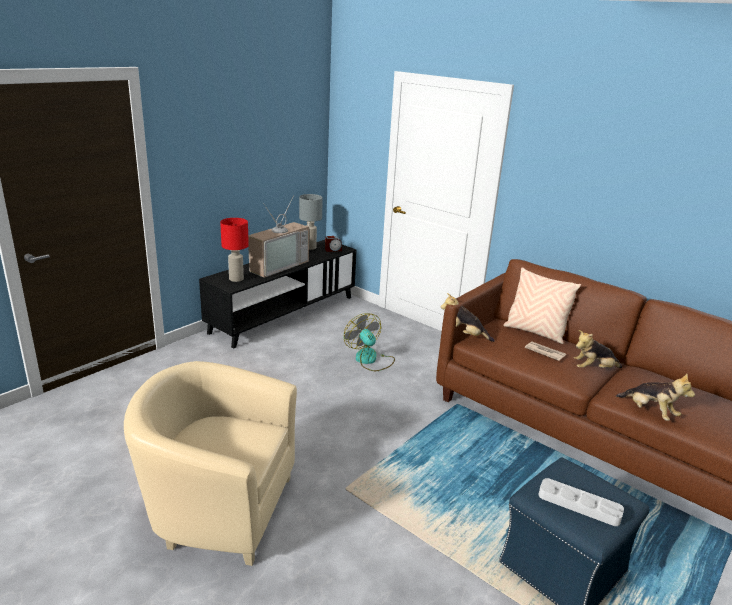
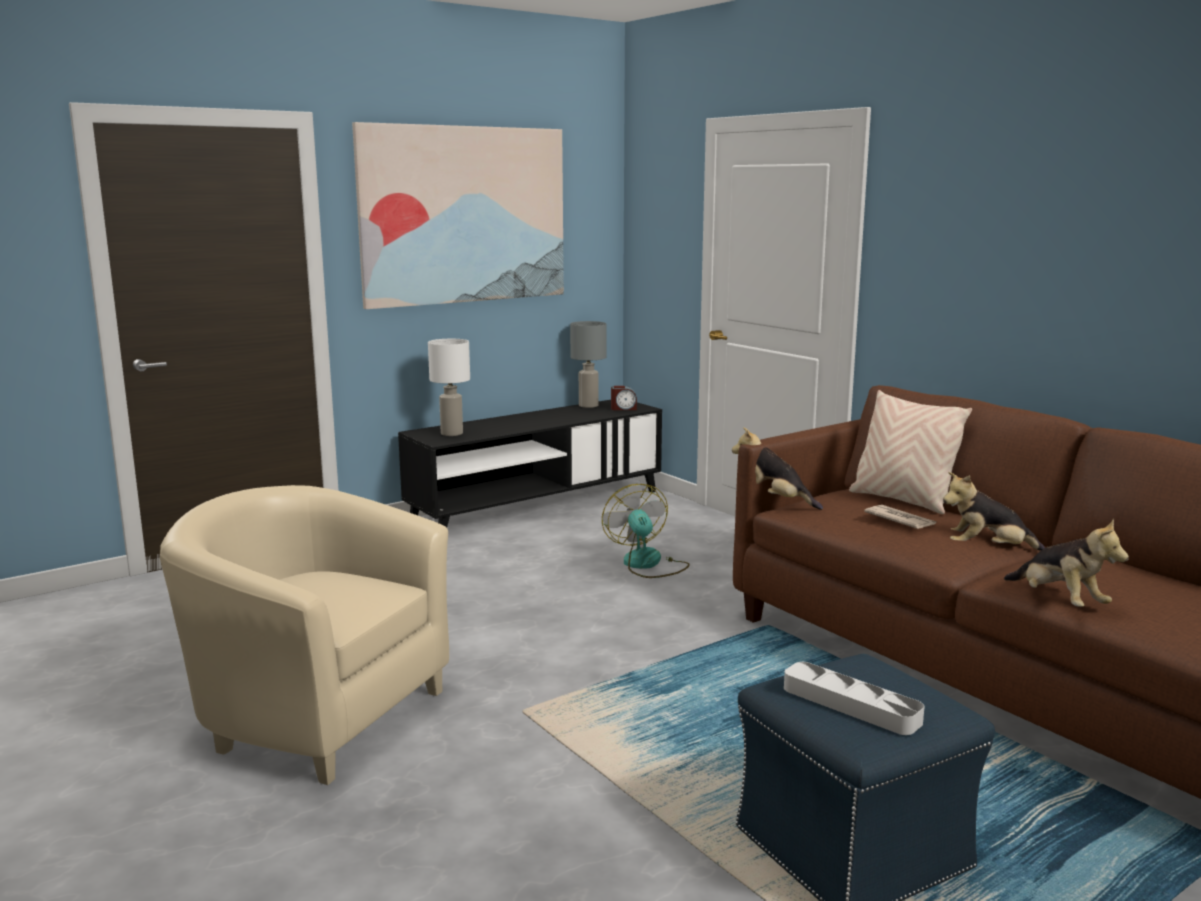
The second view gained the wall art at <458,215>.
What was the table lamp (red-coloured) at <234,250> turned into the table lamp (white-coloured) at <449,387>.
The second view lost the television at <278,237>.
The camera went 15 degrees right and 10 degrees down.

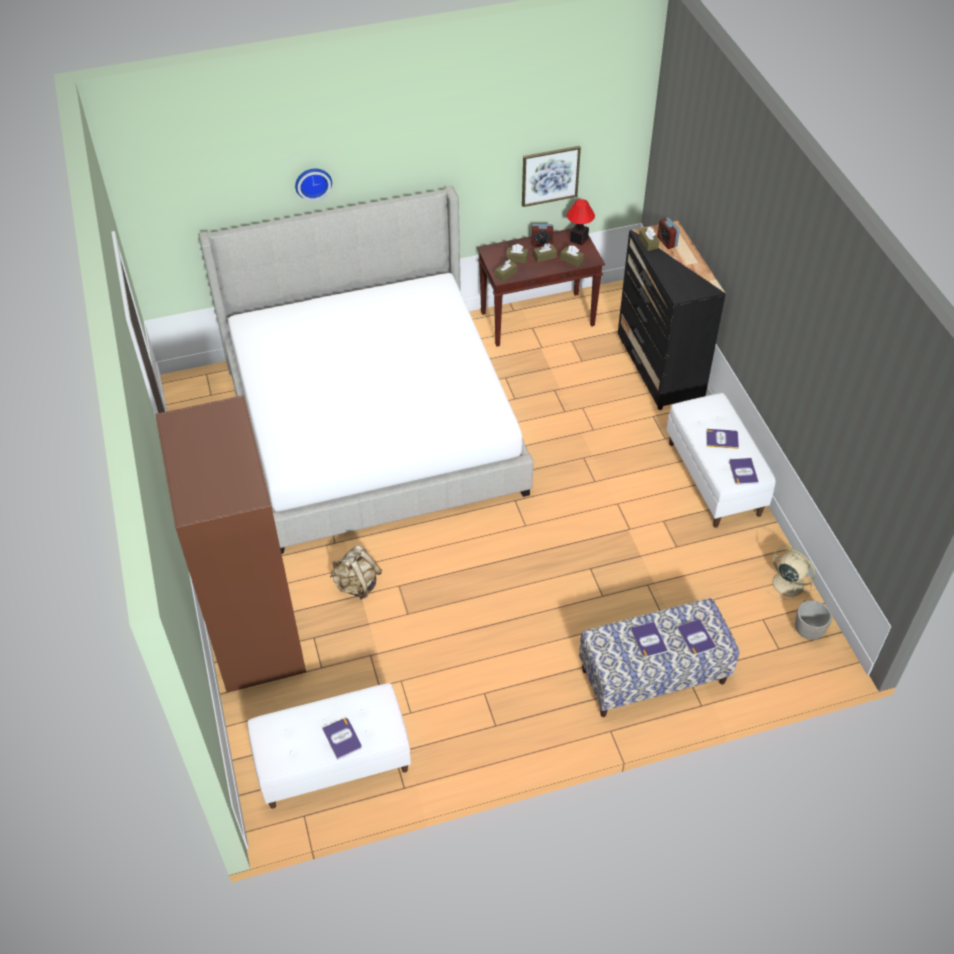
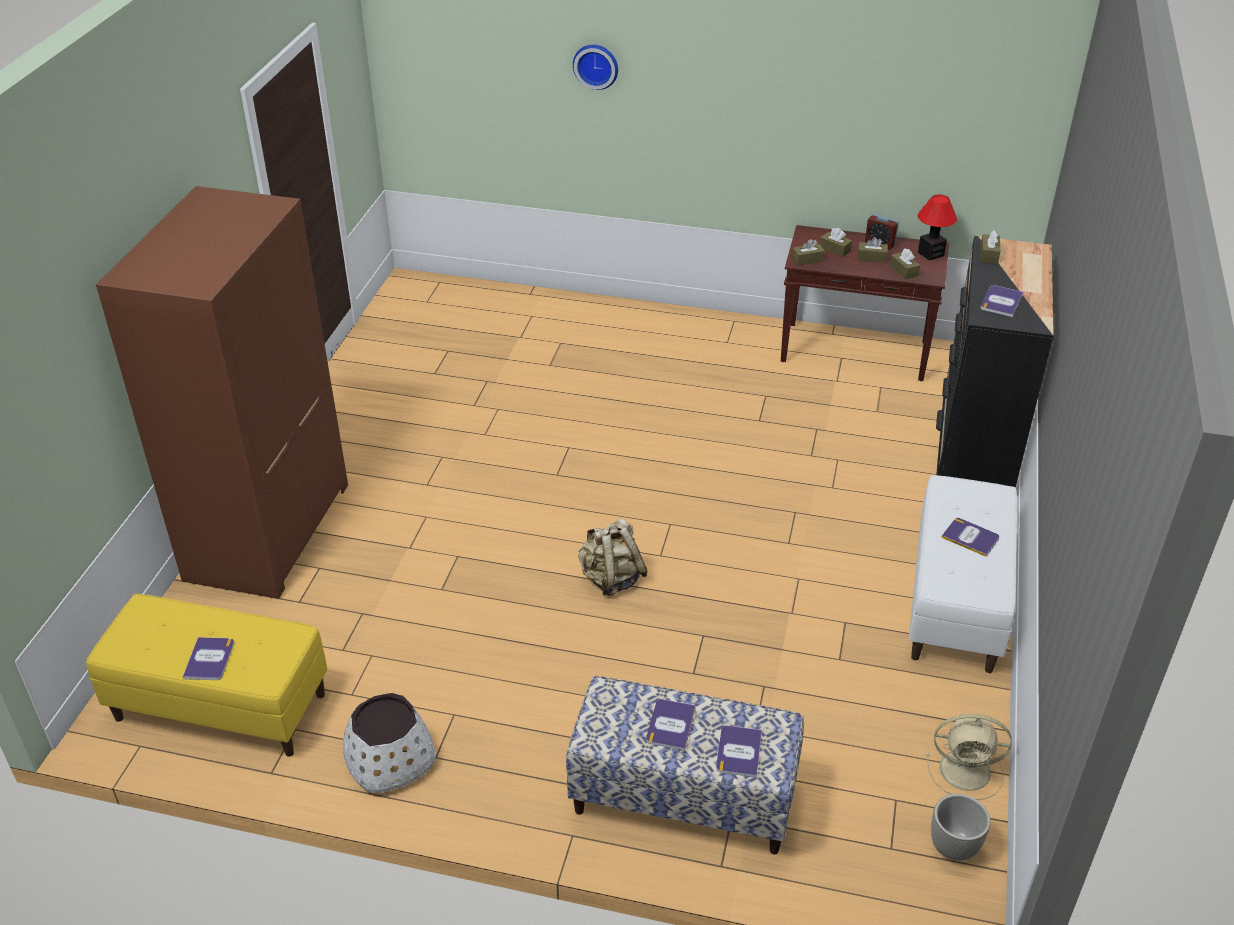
What was the long seat (white-coloured) at <329,746> turned into the long seat (yellow-coloured) at <207,675>.
The second view gained the plant pot (white-coloured) at <389,743>.
The knapsack (sand-coloured) ended up elsewhere, having gone from <356,572> to <613,557>.
The cooling fan (sand-coloured) at <790,574> ended up facing another way, 120 degrees clockwise from before.
The bound book ended up elsewhere, having gone from <744,471> to <1002,301>.
The second view lost the sleeping bed at <366,370>.
The second view lost the wall art at <551,176>.
The second view lost the bedside clock at <668,233>.
The camera went 30 degrees right and 10 degrees down.

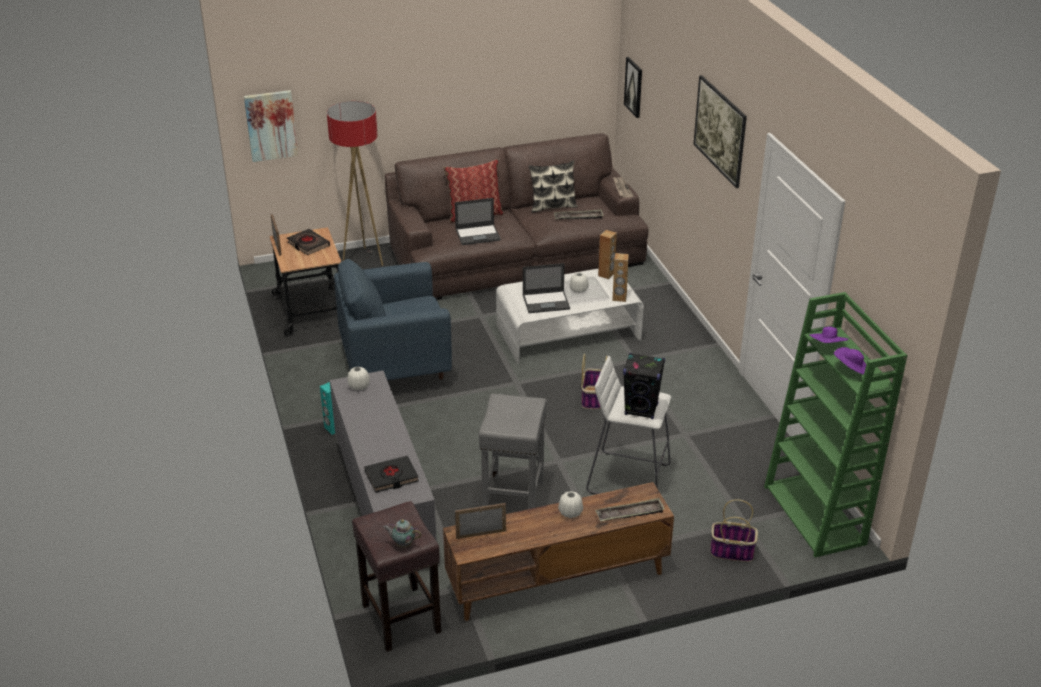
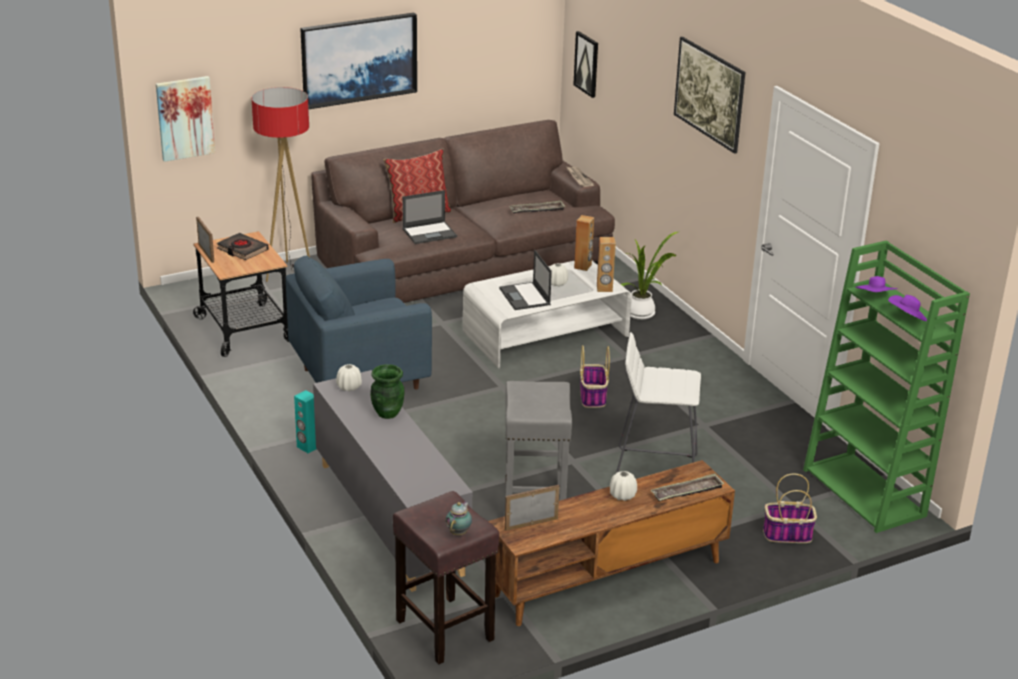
The second view gained the wall art at <358,61>.
The second view gained the vase (greenish) at <387,391>.
The tea pot at <402,534> ended up facing another way, 105 degrees clockwise from before.
The notebook computer at <546,288> ended up facing another way, 90 degrees clockwise from before.
The second view gained the plant in a pot at <651,275>.
The second view lost the bound book (blackish) at <391,474>.
The second view lost the cushion at <553,186>.
The second view lost the speaker (blackish) at <644,386>.
The camera went 10 degrees left and 5 degrees down.

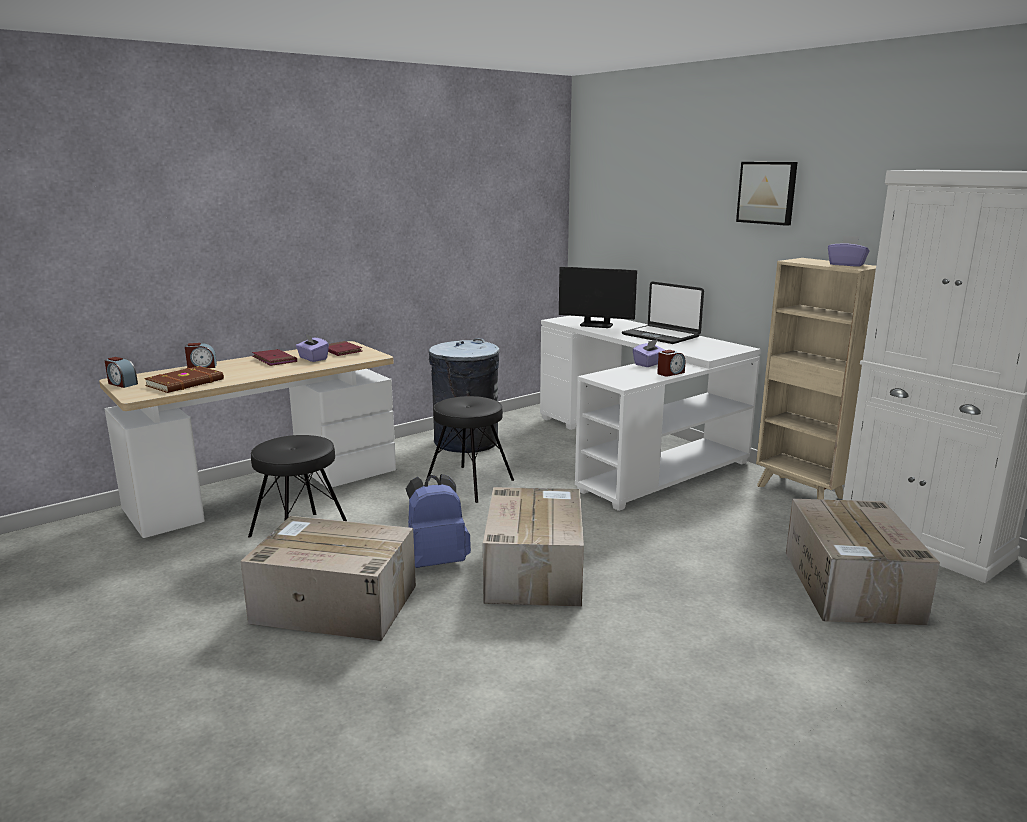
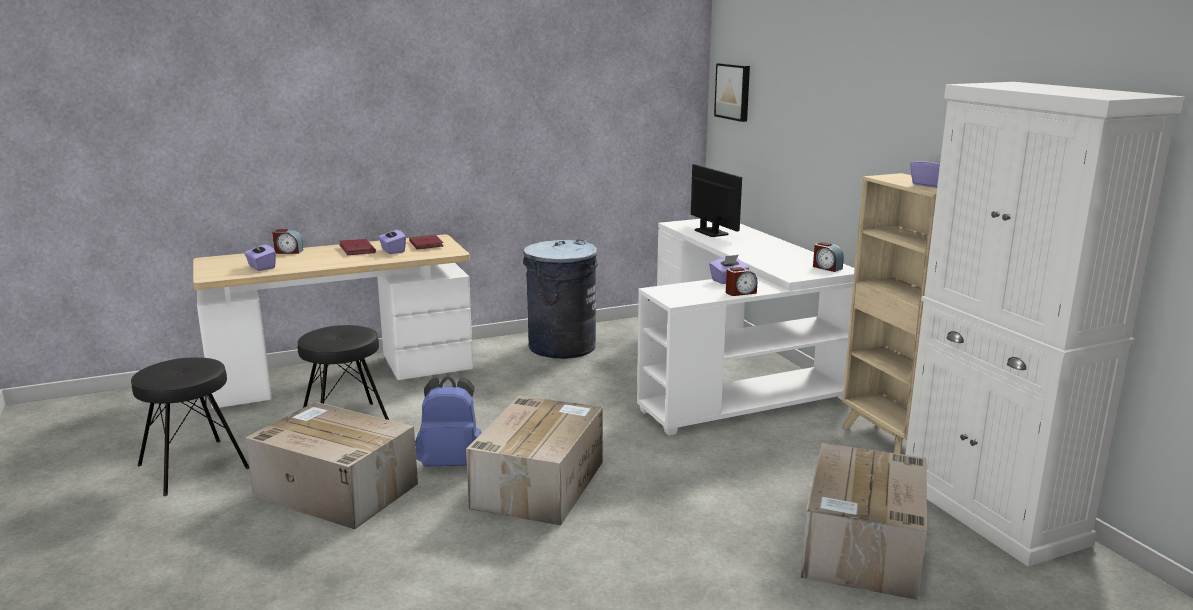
The sitting stool (blackish) ended up elsewhere, having gone from <469,449> to <190,426>.
Where the bound book (brown-coloured) stood at <184,379>, the tissue holder (purple-coloured) came to stand at <260,256>.
The computer screen at <598,297> ended up facing another way, 150 degrees counterclockwise from before.
The wall art ended up elsewhere, having gone from <767,194> to <732,92>.
The bedside clock ended up elsewhere, having gone from <121,372> to <828,257>.
The second view lost the notebook computer at <663,312>.
The camera went 15 degrees right and 0 degrees up.

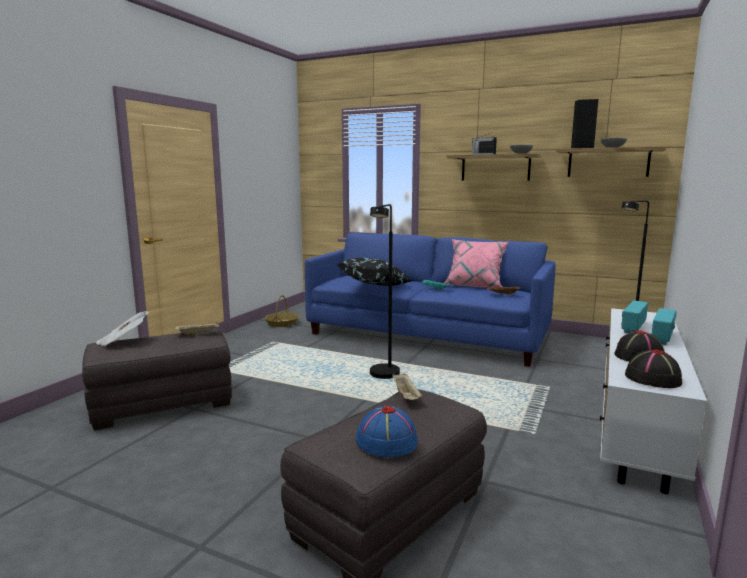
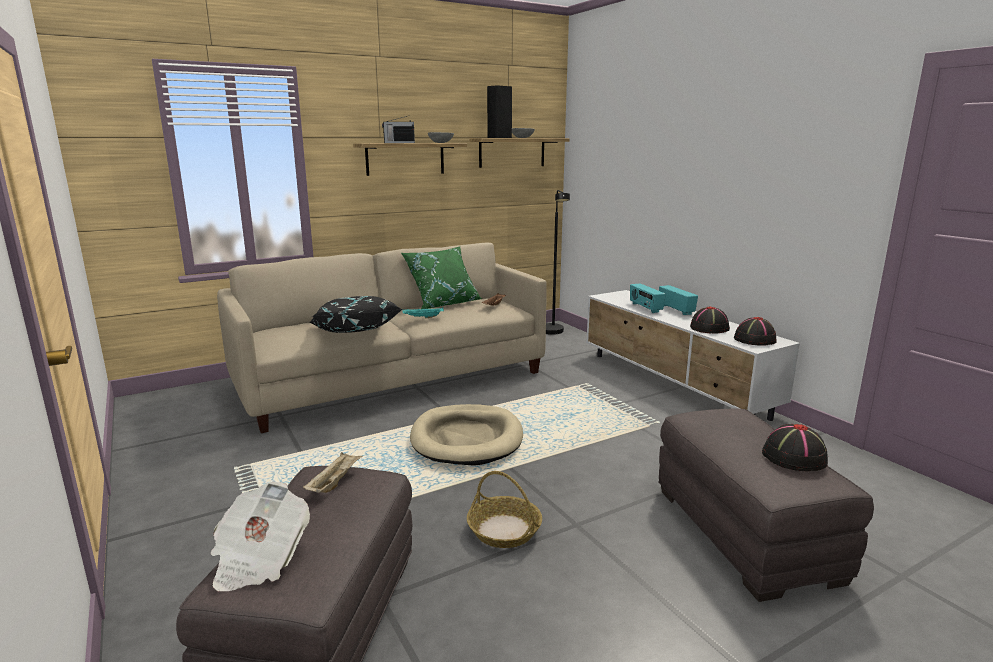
What was the sofa (bluish) at <430,300> turned into the sofa (sand-coloured) at <382,338>.
What was the cushion (pink-coloured) at <476,263> turned into the cushion (greenish) at <441,277>.
Where the standing lamp (blackish) stood at <385,291>, the dog bed (sand-coloured) came to stand at <466,435>.
The household basket ended up elsewhere, having gone from <282,311> to <504,509>.
What was the hat (bluish) at <386,431> turned into the hat (blackish) at <795,447>.
The second view lost the serving tray (sand-coloured) at <407,386>.
The camera went 55 degrees left and 5 degrees up.

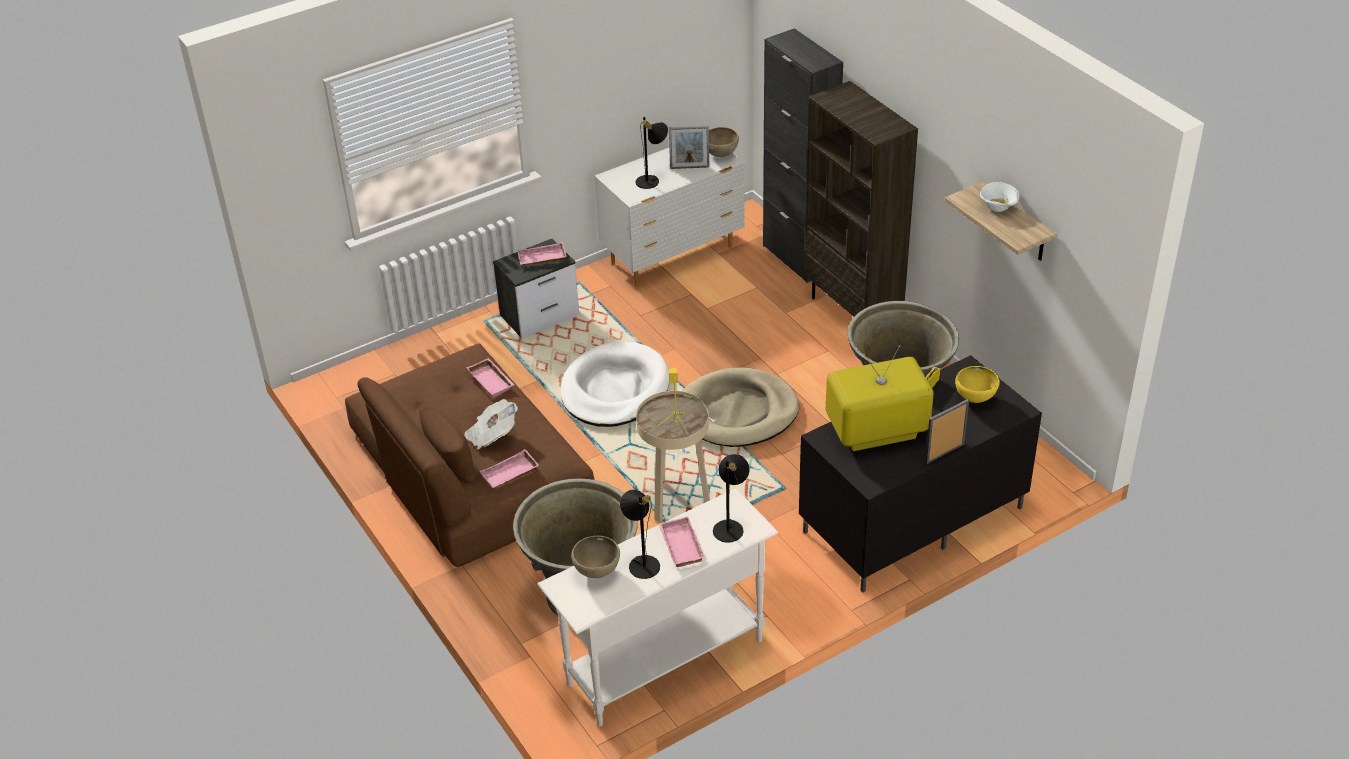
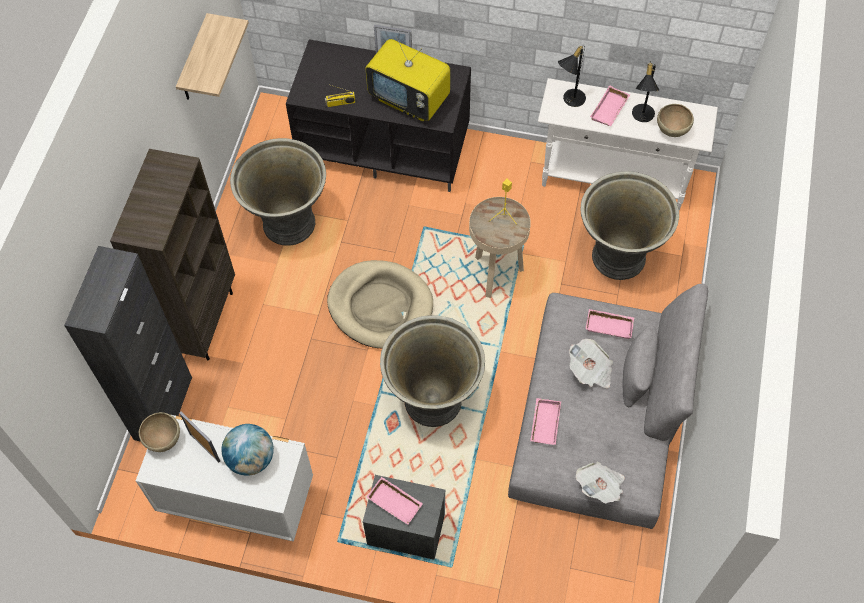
Where the table lamp (blackish) stood at <651,153>, the globe came to stand at <248,450>.
Where the dog bed (white-coloured) stood at <615,384>, the plant pot (greyish) came to stand at <432,371>.
What was the sofa (brown-coloured) at <470,455> turned into the sofa (greyish) at <608,406>.
The second view gained the printed paper at <600,482>.
The second view lost the serving bowl (yellow-coloured) at <977,384>.
The second view lost the serving bowl (white-coloured) at <1000,197>.
The camera went 135 degrees left and 20 degrees up.

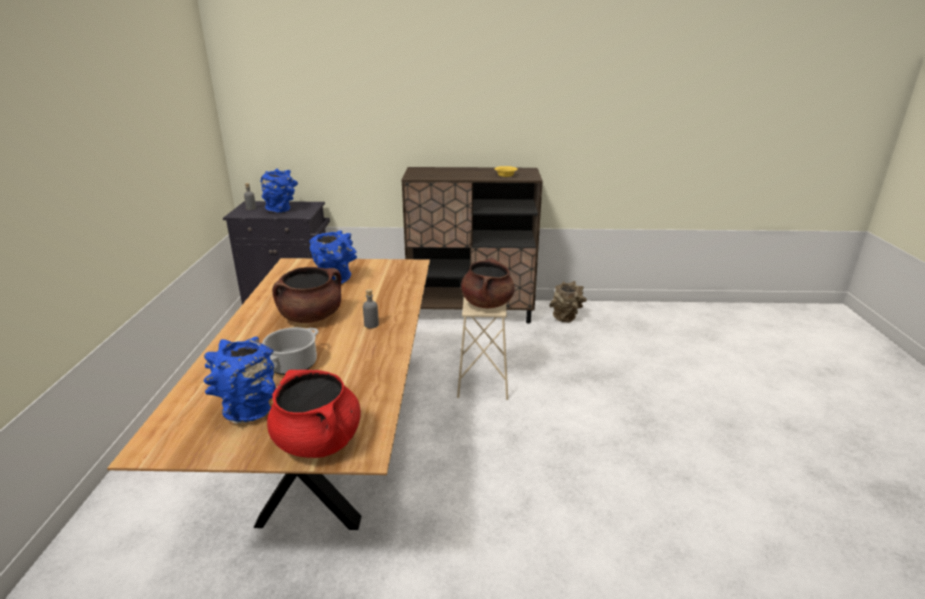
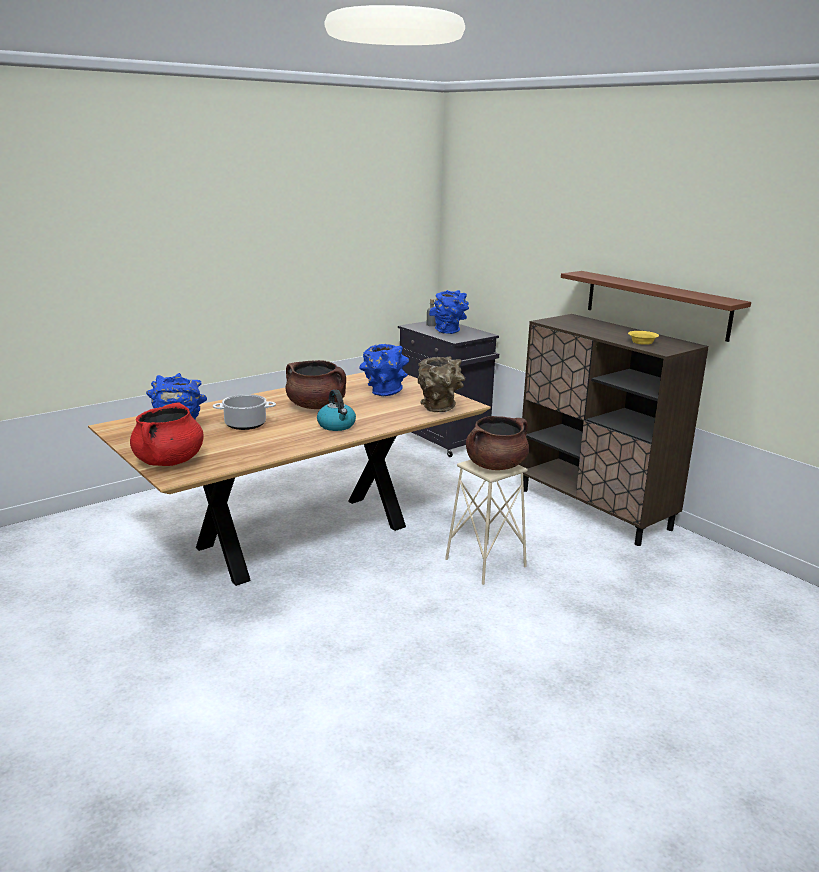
Where the beverage bottle (greyish) stood at <371,308>, the tea kettle came to stand at <336,410>.
The vase (brown-coloured) ended up elsewhere, having gone from <568,302> to <441,384>.
The second view gained the shelf (brown-coloured) at <656,306>.
The camera went 50 degrees right and 5 degrees down.

